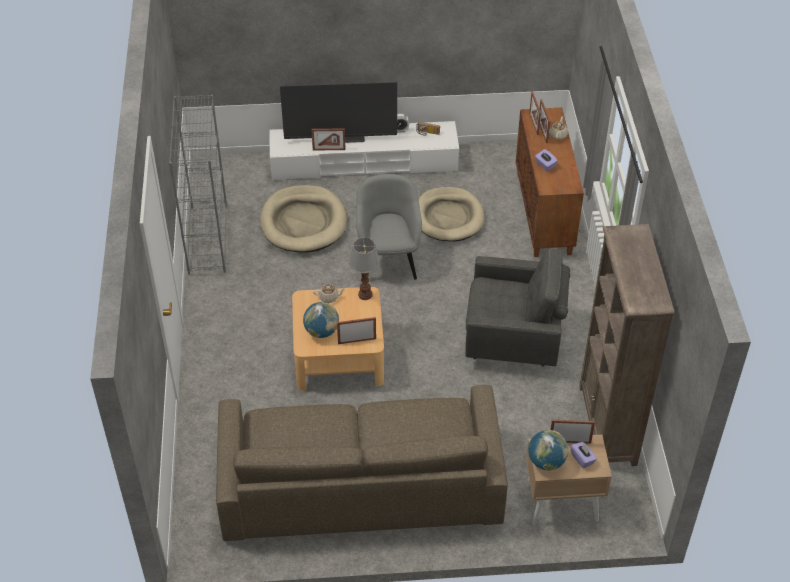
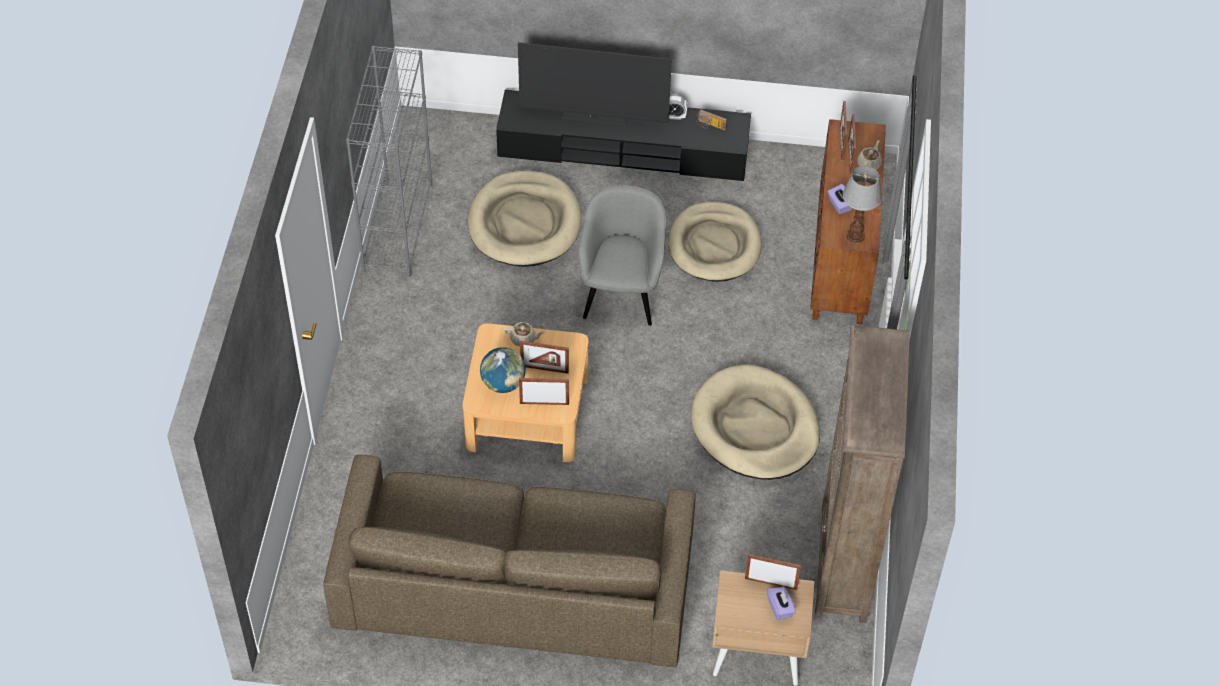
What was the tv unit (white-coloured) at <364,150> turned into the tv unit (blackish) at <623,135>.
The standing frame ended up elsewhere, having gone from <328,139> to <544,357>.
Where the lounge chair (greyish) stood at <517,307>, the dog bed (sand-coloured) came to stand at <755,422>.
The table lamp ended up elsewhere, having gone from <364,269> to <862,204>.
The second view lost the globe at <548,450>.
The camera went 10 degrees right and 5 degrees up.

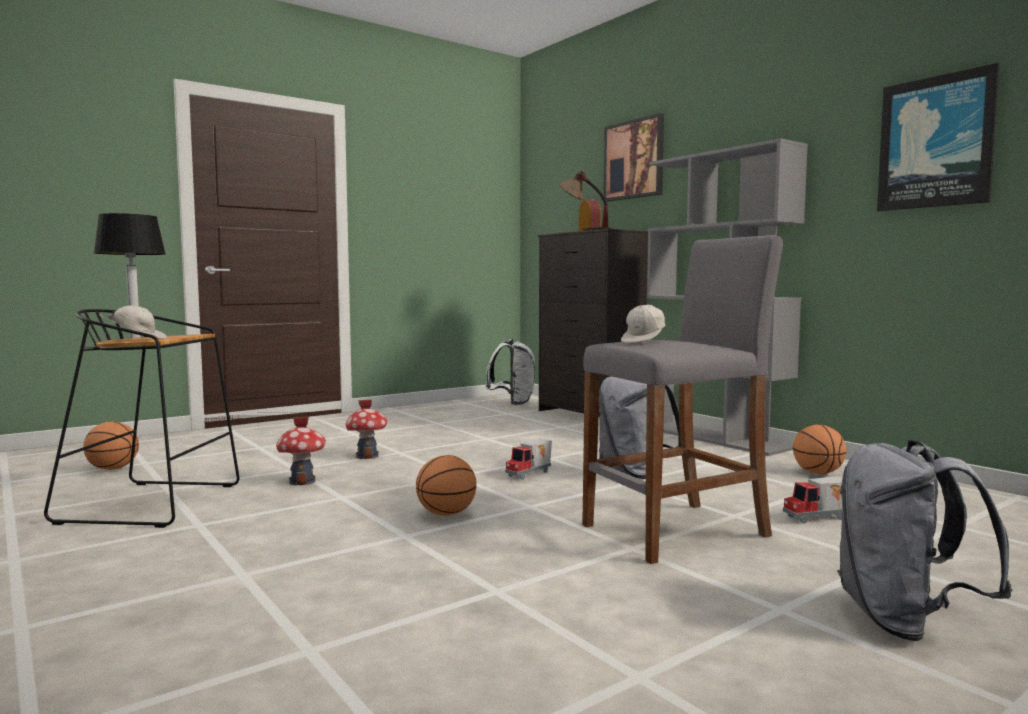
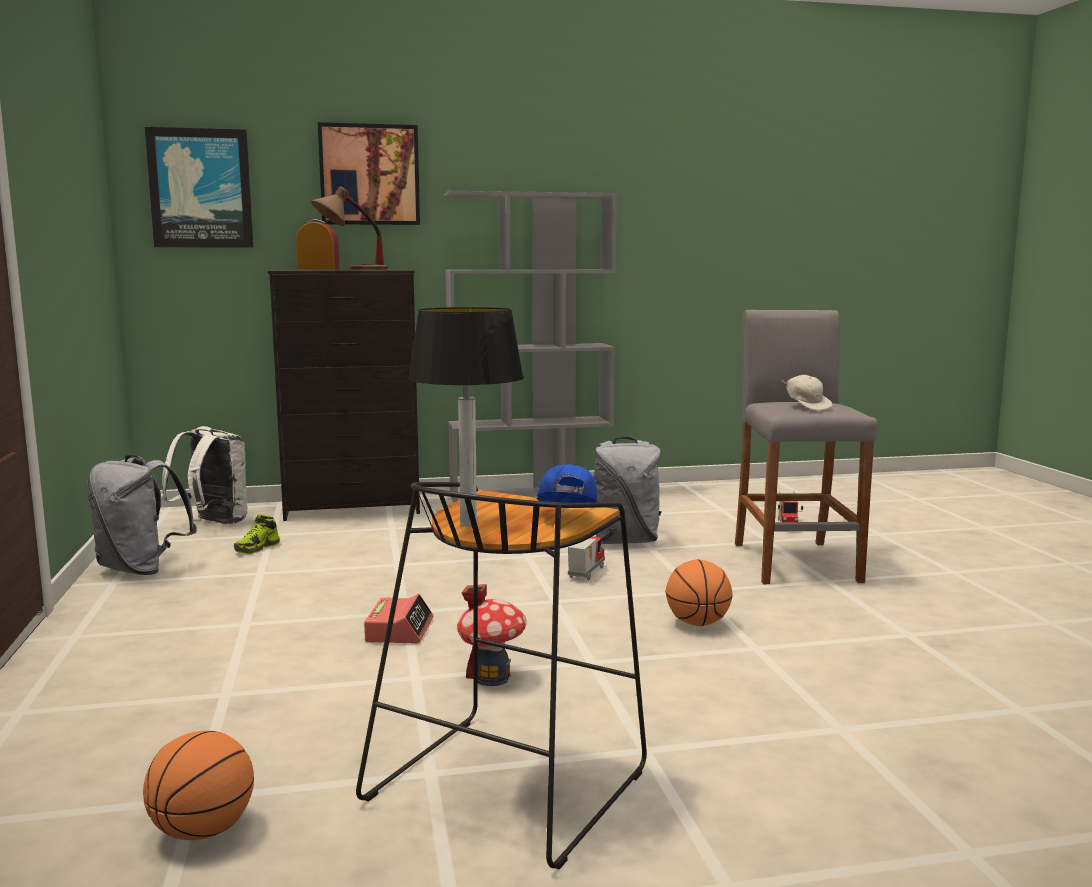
The knapsack (greyish) ended up elsewhere, having gone from <925,540> to <142,515>.
The wall art ended up elsewhere, having gone from <938,137> to <199,187>.
The second view gained the low shoe at <257,534>.
Where the model house stood at <367,429>, the bedside clock came to stand at <398,619>.
What was the baseball cap (white-coloured) at <133,322> turned into the baseball cap (bluish) at <566,483>.
The toy truck at <528,459> ended up facing another way, 135 degrees counterclockwise from before.
The second view lost the basketball at <820,449>.
The camera went 65 degrees left and 5 degrees up.

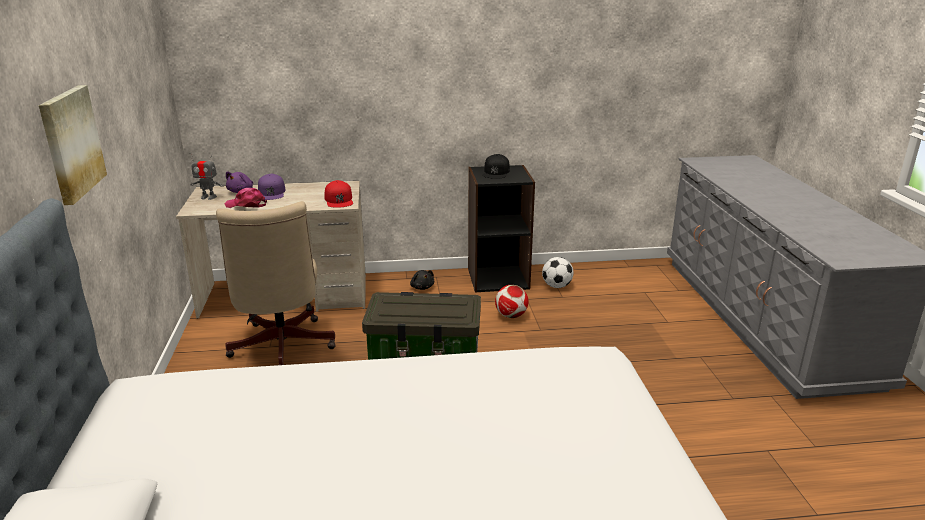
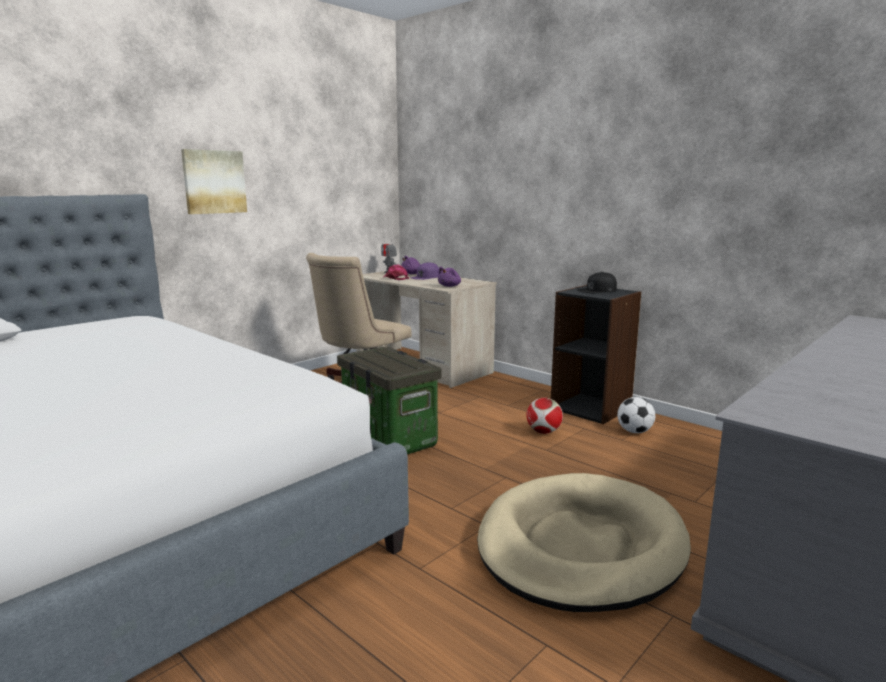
Where the baseball cap (red-coloured) stood at <339,194>, the cuddly toy (purple-coloured) came to stand at <449,276>.
The second view gained the dog bed (sand-coloured) at <584,542>.
The second view lost the cuddly toy (blackish) at <422,280>.
The camera went 50 degrees right and 10 degrees down.

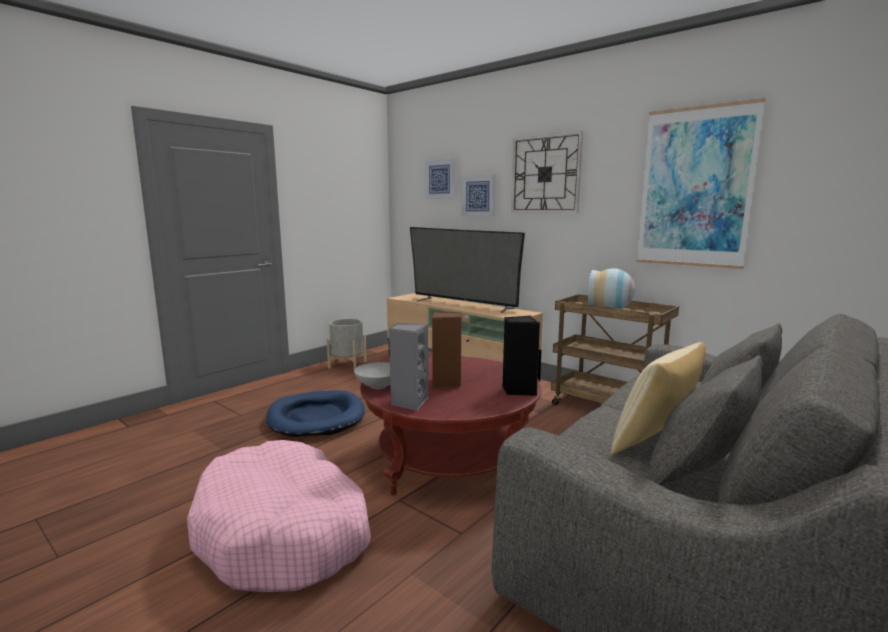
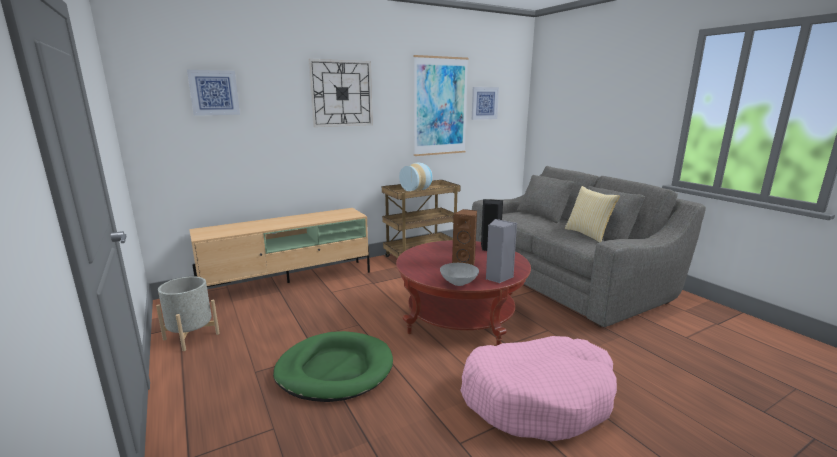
What was the dog bed (bluish) at <315,413> turned into the dog bed (greenish) at <333,366>.
The wall art ended up elsewhere, having gone from <478,196> to <485,103>.
The second view lost the television at <467,270>.
The camera went 70 degrees left and 5 degrees up.

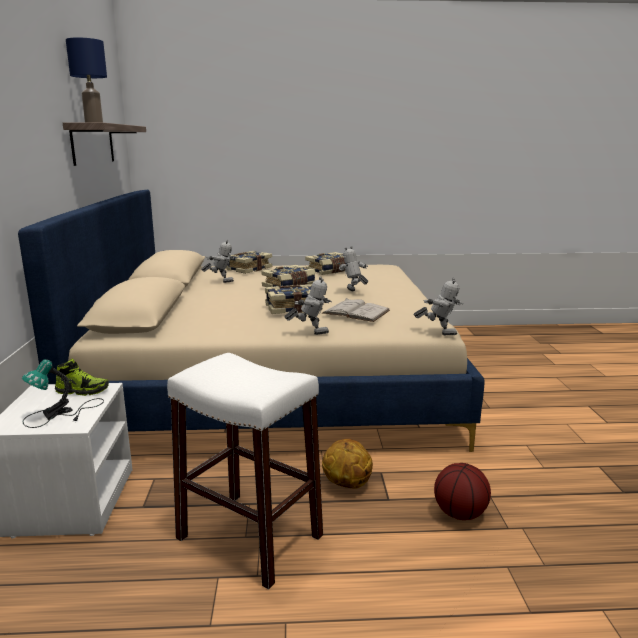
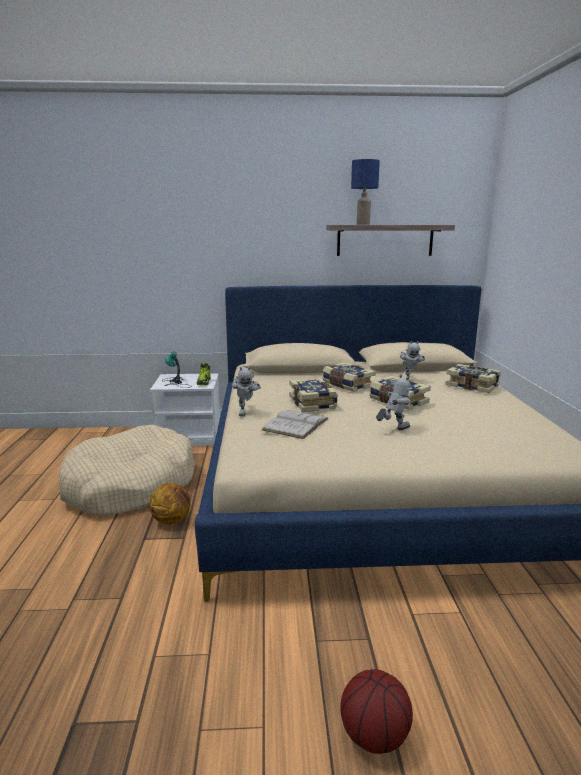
Where the sitting stool (white-coloured) stood at <245,471>, the dog bed (sand-coloured) came to stand at <127,470>.
The bound book ended up elsewhere, having gone from <326,263> to <349,377>.
The basketball ended up elsewhere, having gone from <462,491> to <376,711>.
The second view lost the model robot at <438,306>.
The camera went 90 degrees right and 0 degrees up.

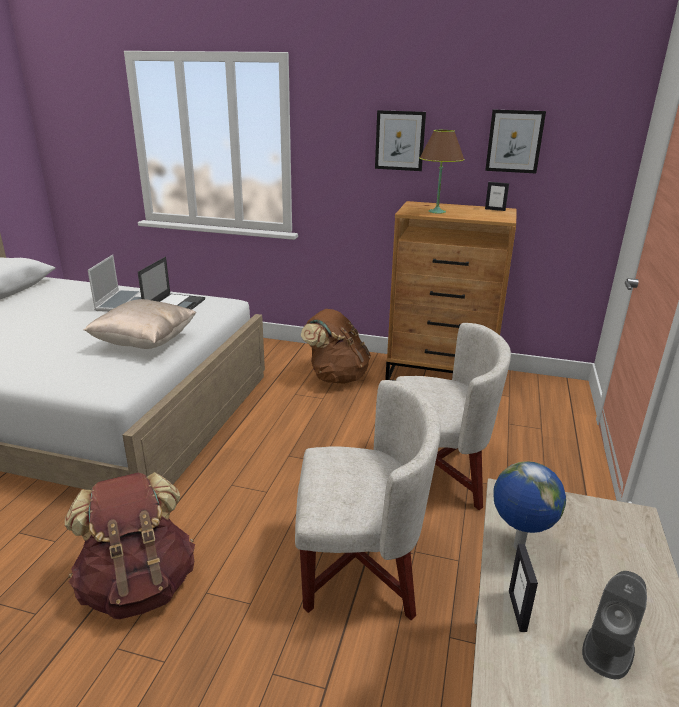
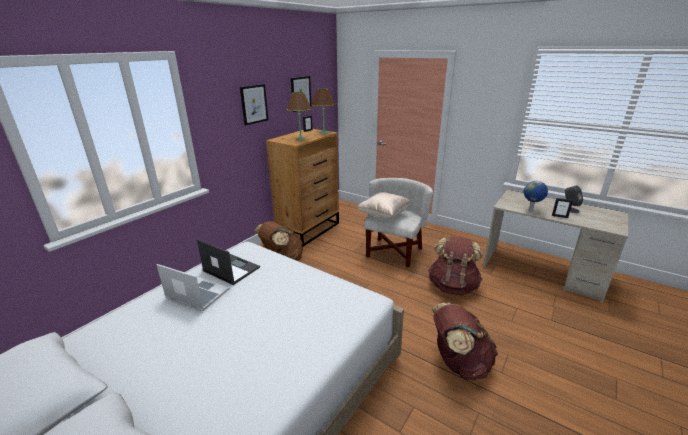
The second view gained the table lamp (brown-coloured) at <323,111>.
The cushion (sand-coloured) ended up elsewhere, having gone from <140,324> to <385,205>.
Where the lounge chair (white-coloured) stood at <368,500>, the knapsack (brown-coloured) came to stand at <455,266>.
The camera went 70 degrees left and 0 degrees up.

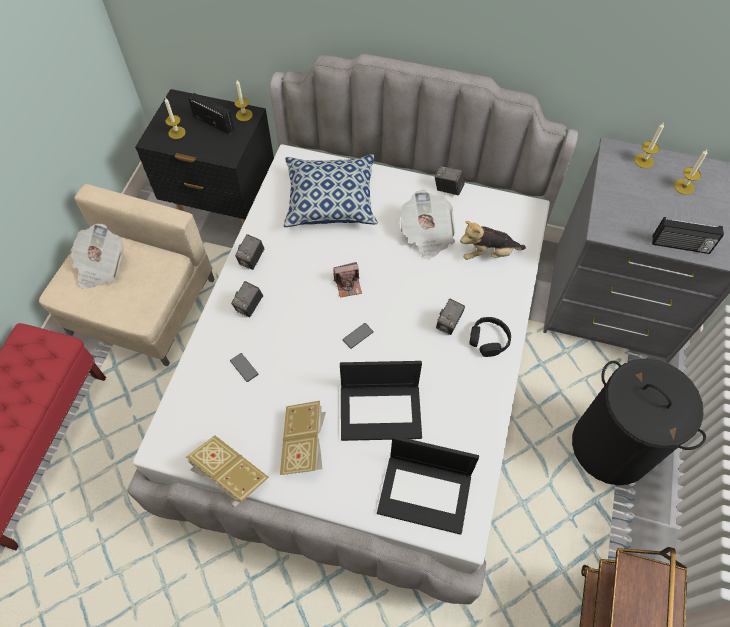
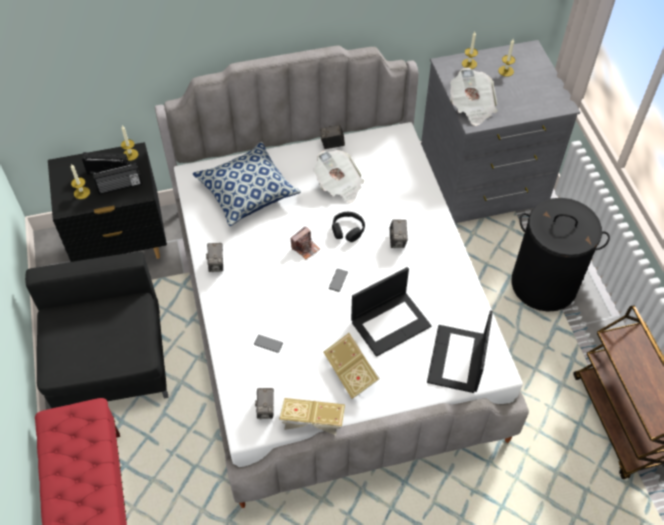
What was the lounge chair (sand-coloured) at <126,275> turned into the lounge chair (blackish) at <96,330>.
The radio set ended up elsewhere, having gone from <688,235> to <117,179>.
The photo camera ended up elsewhere, having gone from <247,299> to <264,404>.
The pair of headphones (blackish) ended up elsewhere, having gone from <490,337> to <348,227>.
The notebook computer at <428,485> ended up facing another way, 120 degrees clockwise from before.
The printed paper ended up elsewhere, having gone from <97,256> to <473,96>.
The second view lost the cuddly toy at <493,240>.
The camera went 30 degrees left and 5 degrees down.

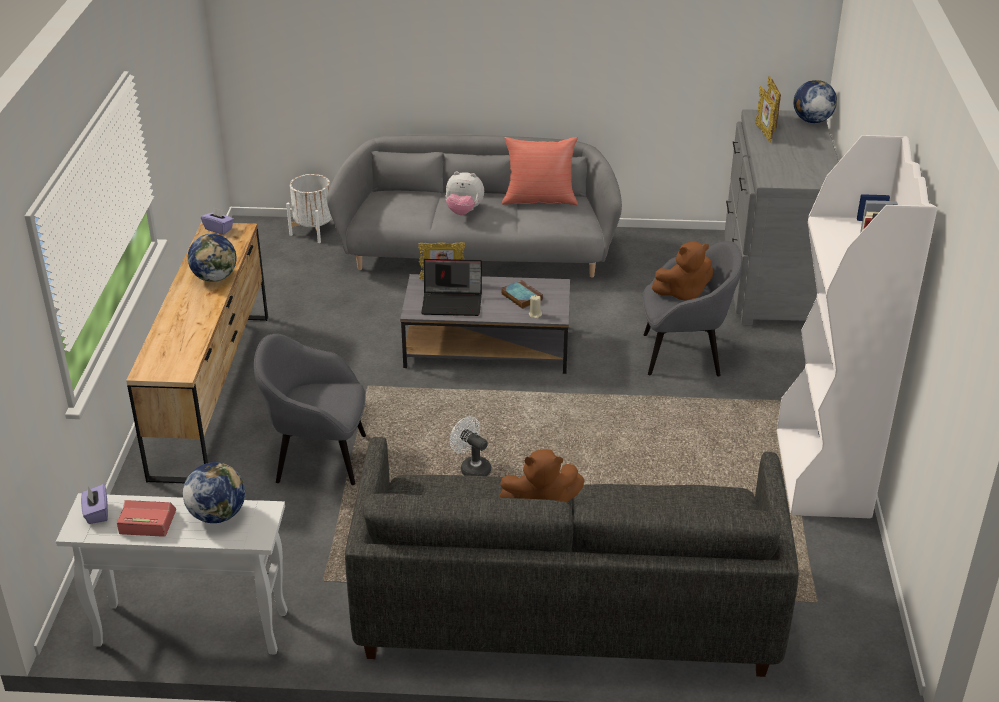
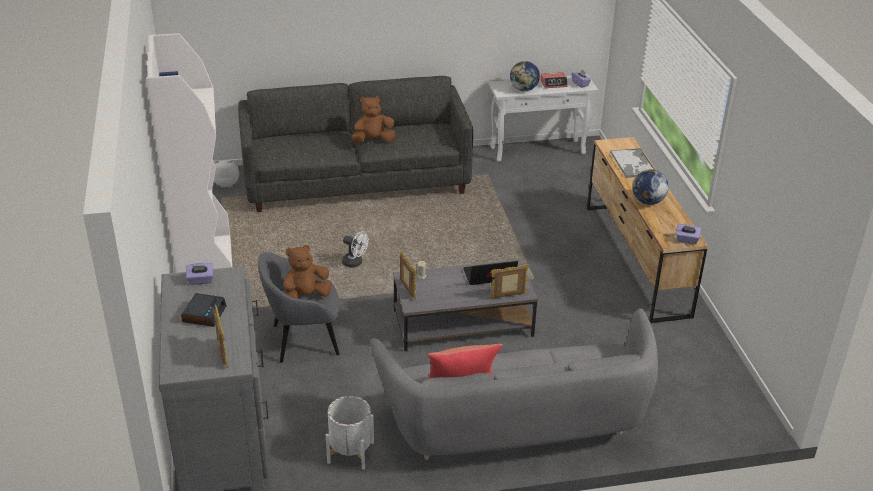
The second view gained the bedside clock at <204,310>.
The second view gained the tissue holder (purple-coloured) at <199,274>.
The cuddly toy ended up elsewhere, having gone from <465,193> to <226,174>.
The plant pot (white-coloured) ended up elsewhere, having gone from <311,208> to <350,432>.
The cooling fan (white-coloured) ended up elsewhere, having gone from <470,446> to <355,249>.
The standing frame ended up elsewhere, having gone from <766,114> to <408,275>.
The second view gained the serving tray at <632,163>.
The second view lost the lounge chair (greyish) at <310,409>.
The second view lost the bound book at <522,294>.
The second view lost the globe at <815,101>.
The camera went 165 degrees right and 0 degrees up.

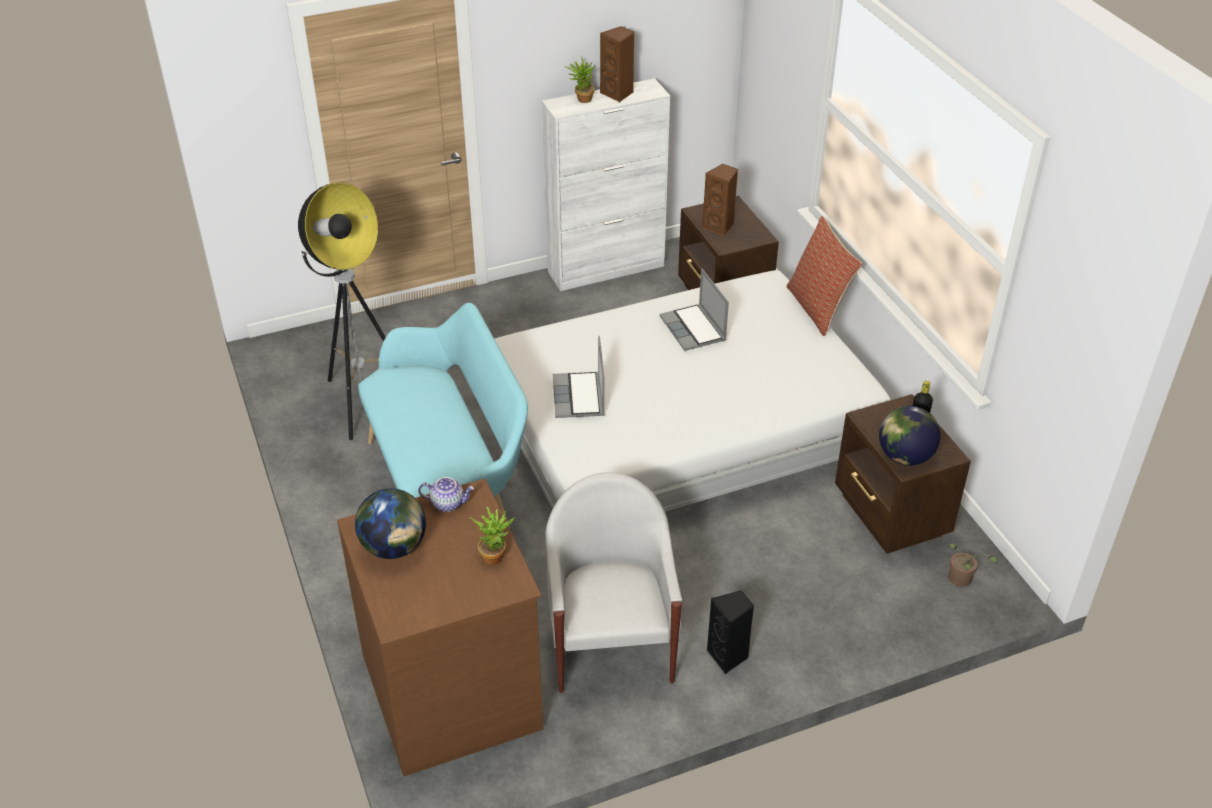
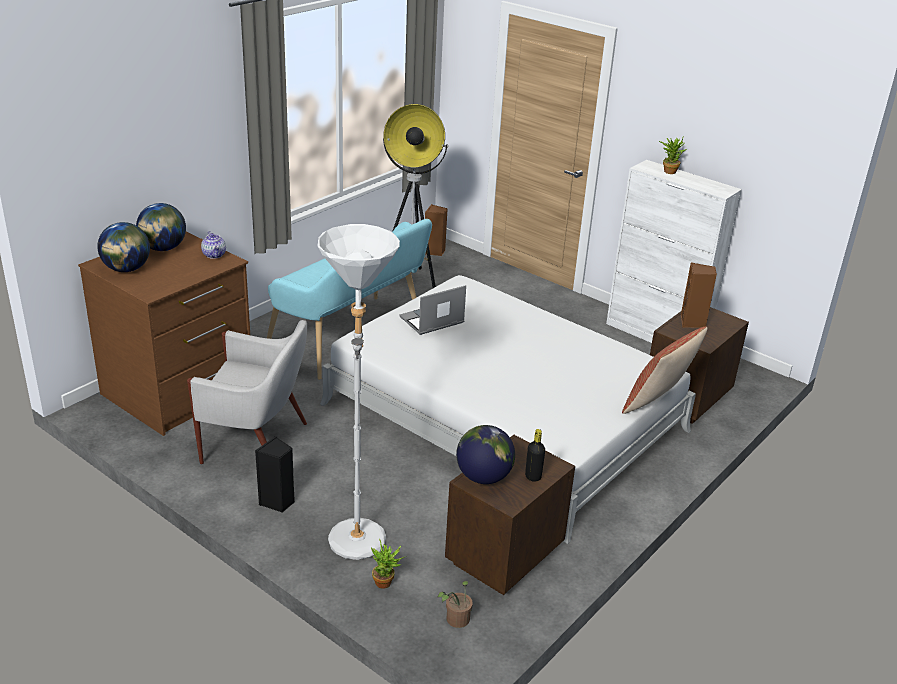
The second view gained the globe at <123,247>.
The lounge chair (white-coloured) at <613,582> ended up facing another way, 45 degrees clockwise from before.
The second view gained the standing lamp (white-coloured) at <358,392>.
The plant in a pot ended up elsewhere, having gone from <492,536> to <389,564>.
The speaker (brown-coloured) ended up elsewhere, having gone from <617,64> to <436,230>.
The second view lost the notebook computer at <694,309>.
The camera went 60 degrees right and 10 degrees down.

